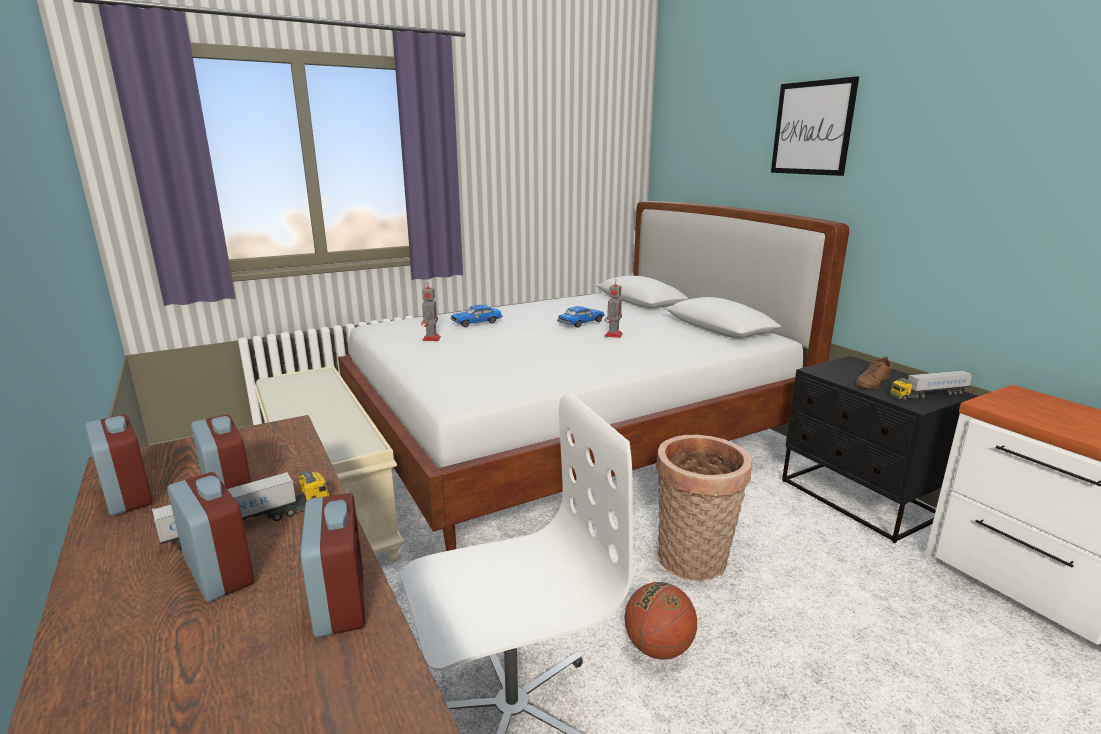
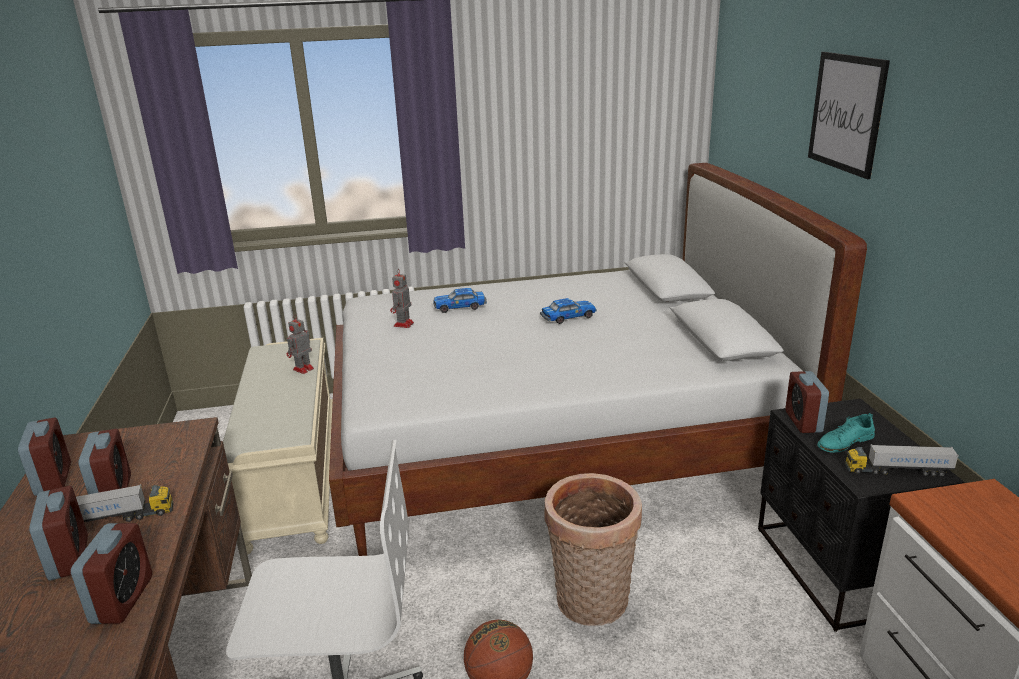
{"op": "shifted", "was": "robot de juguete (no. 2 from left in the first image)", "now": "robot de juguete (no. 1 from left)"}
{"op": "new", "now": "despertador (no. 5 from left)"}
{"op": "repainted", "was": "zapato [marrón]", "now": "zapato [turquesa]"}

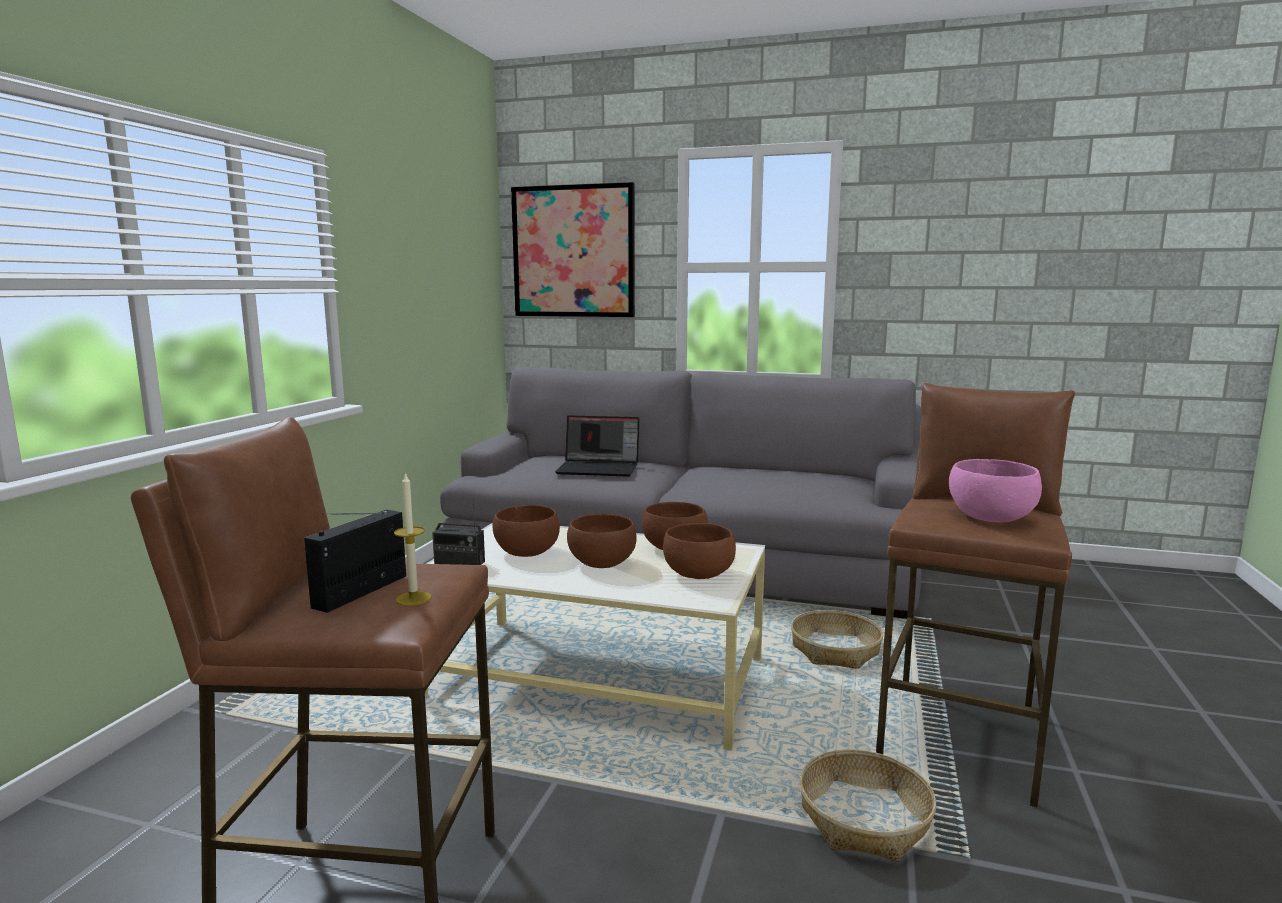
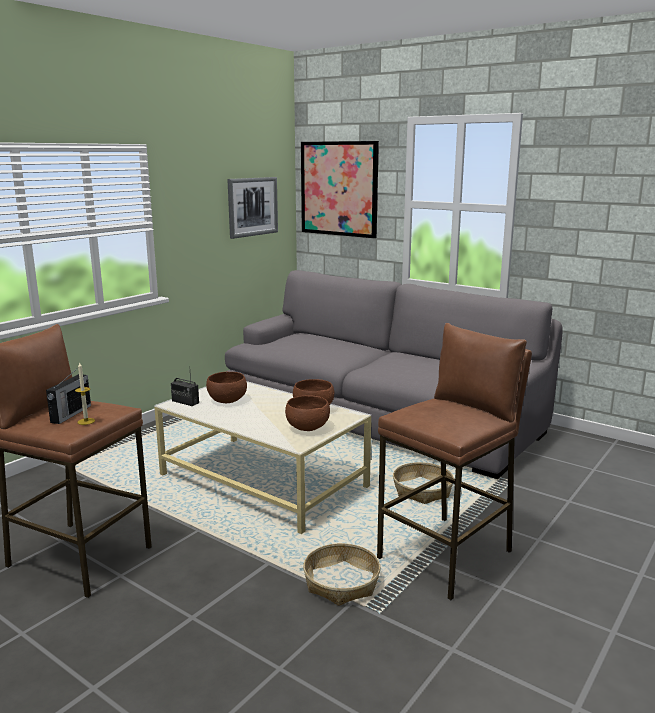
{"op": "rotated", "was": "radio (no. 1 from left)", "clockwise": 150}
{"op": "new", "now": "cuadro (no. 1 from left)"}
{"op": "gone", "was": "portátil"}
{"op": "gone", "was": "cuenco [marrón] (no. 2 from left)"}
{"op": "gone", "was": "cuenco [rosa]"}

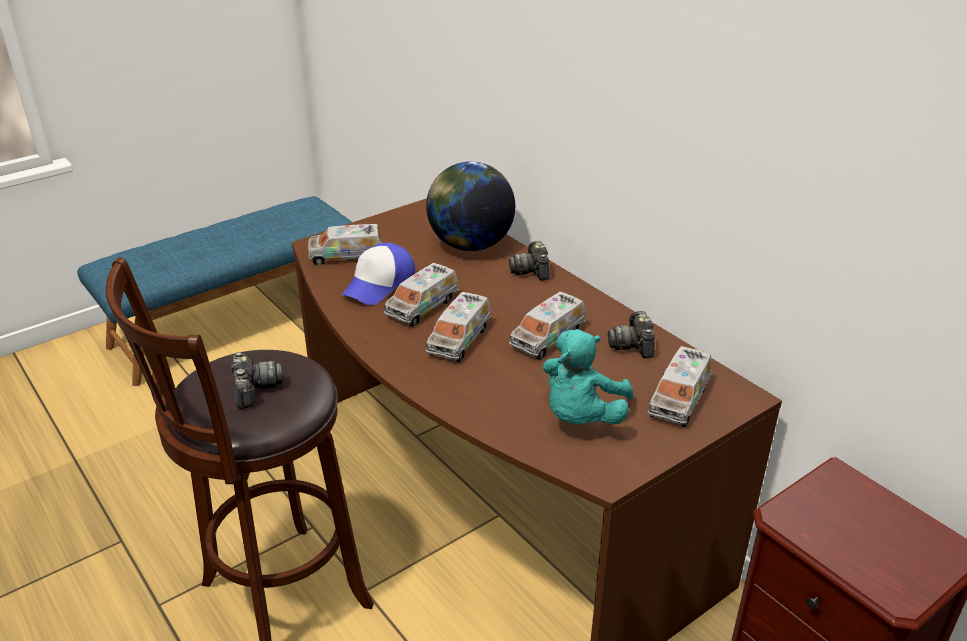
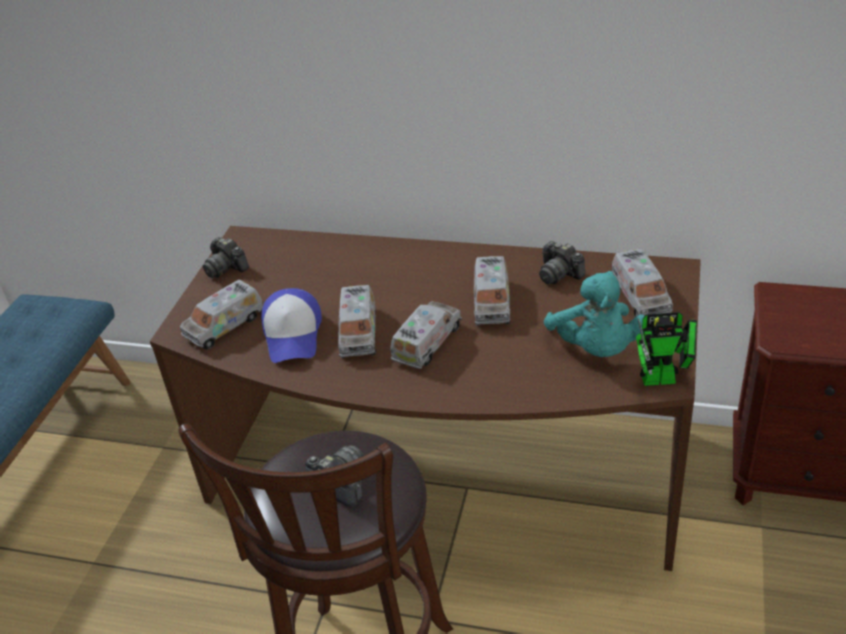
{"op": "shifted", "was": "cámara (no. 2 from left in the first image)", "now": "cámara (no. 1 from left)"}
{"op": "rotated", "was": "camión de juguete (no. 3 from left)", "clockwise": -135}
{"op": "new", "now": "robot de juguete"}
{"op": "gone", "was": "globo terráqueo"}

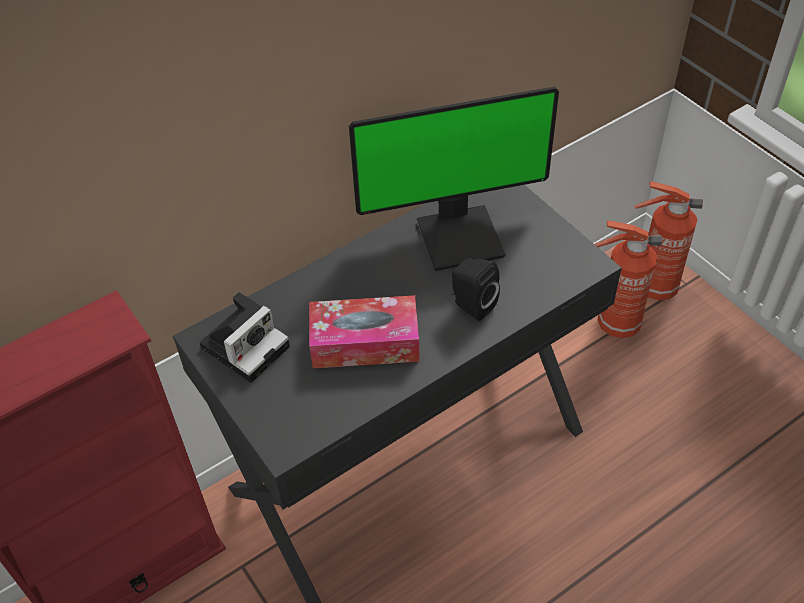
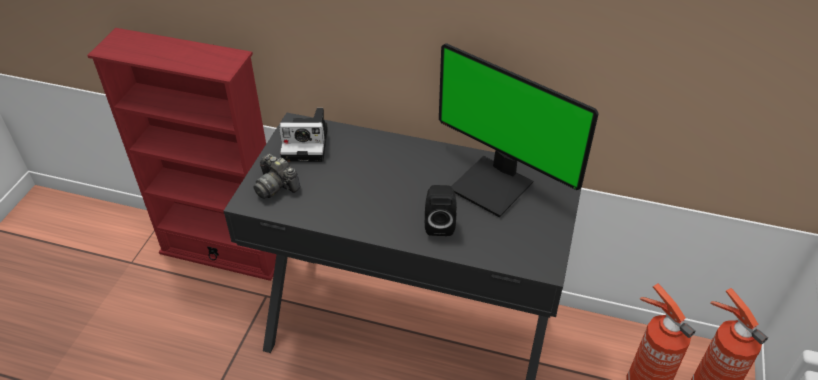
{"op": "new", "now": "cámara (no. 1 from left)"}
{"op": "gone", "was": "caja de pañuelos"}

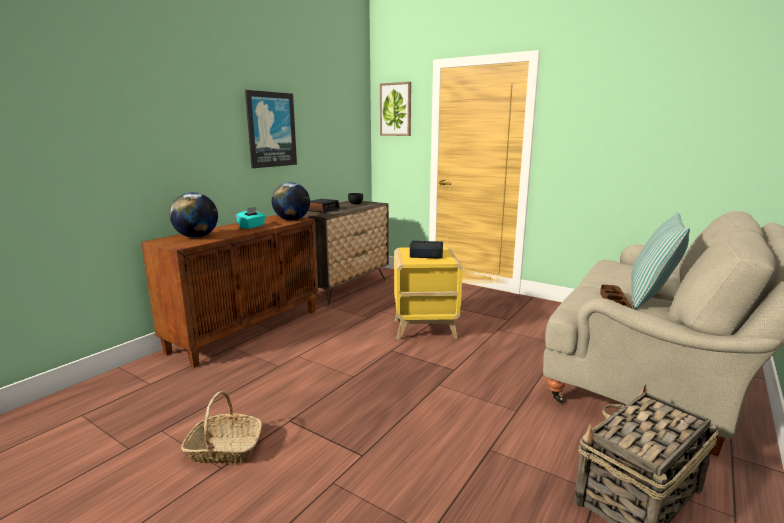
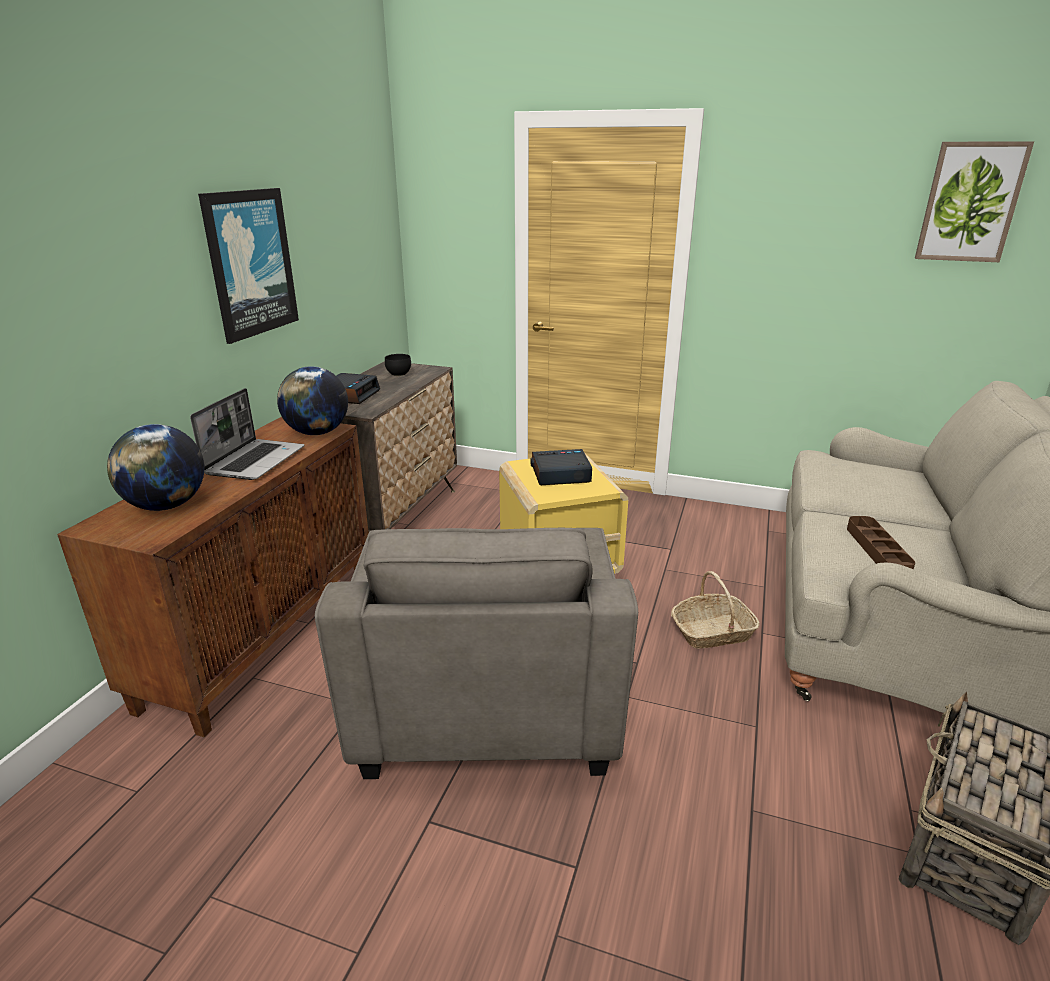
{"op": "swapped", "was": "caja de pañuelos [turquesa]", "now": "portátil"}
{"op": "new", "now": "sillón [gris]"}
{"op": "shifted", "was": "cesta (no. 1 from left)"}
{"op": "shifted", "was": "cuadro (no. 2 from left)"}
{"op": "gone", "was": "cojín"}

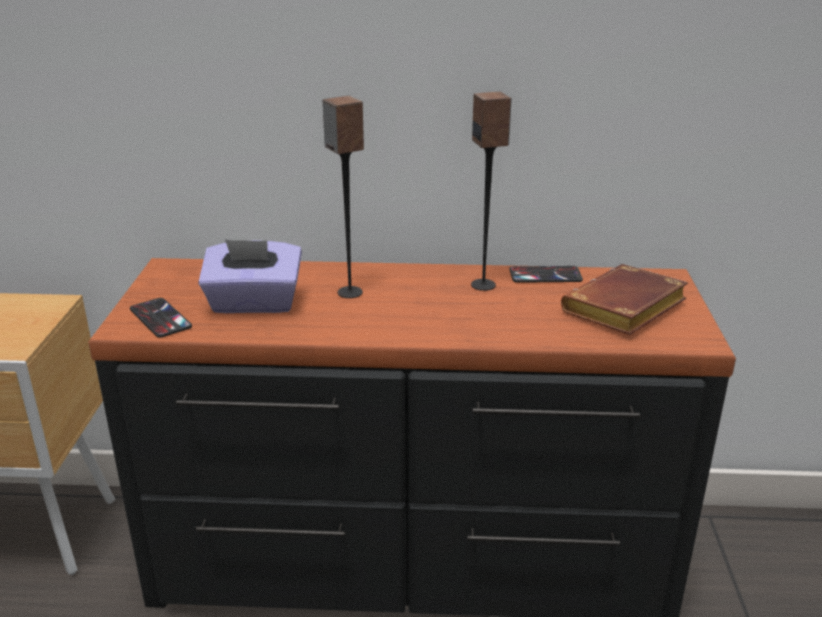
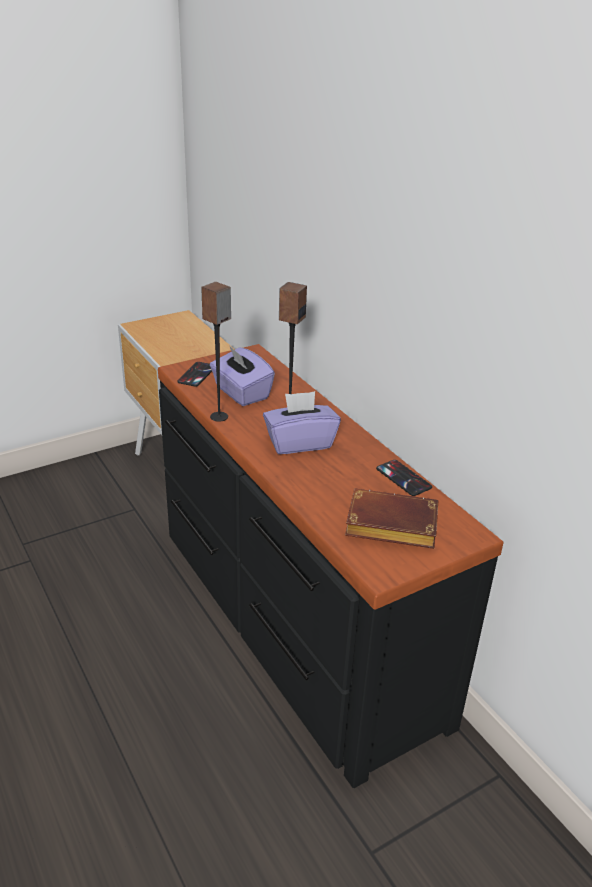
{"op": "shifted", "was": "altavoz (no. 2 from left in the first image)", "now": "altavoz (no. 1 from left)"}
{"op": "new", "now": "caja de pañuelos [morado] (no. 2 from left)"}

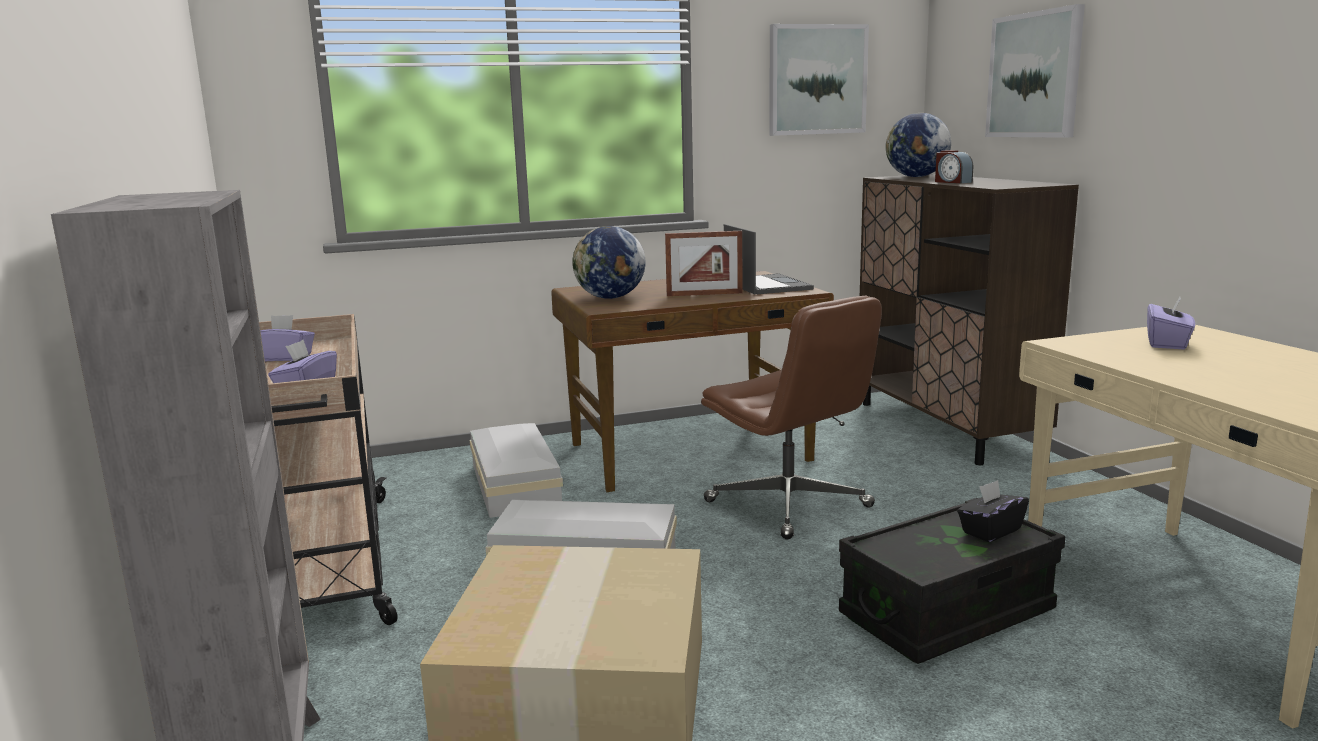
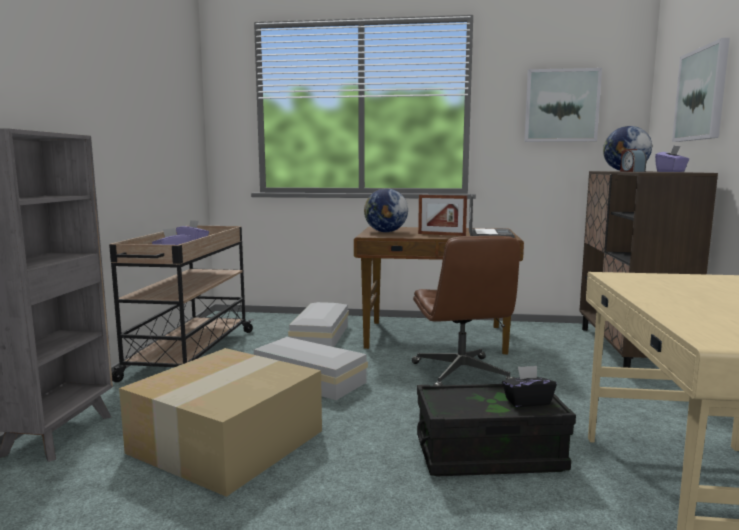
{"op": "shifted", "was": "caja de pañuelos [morado] (no. 3 from left)"}

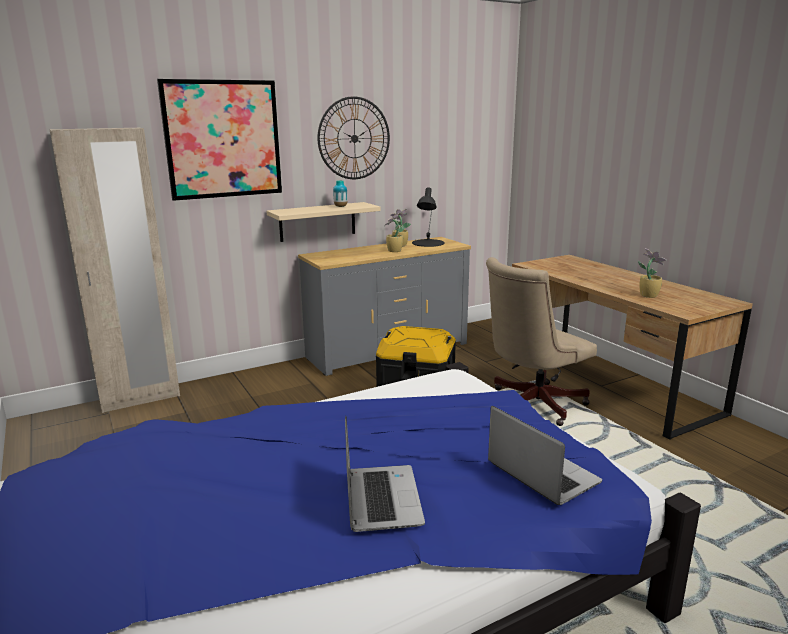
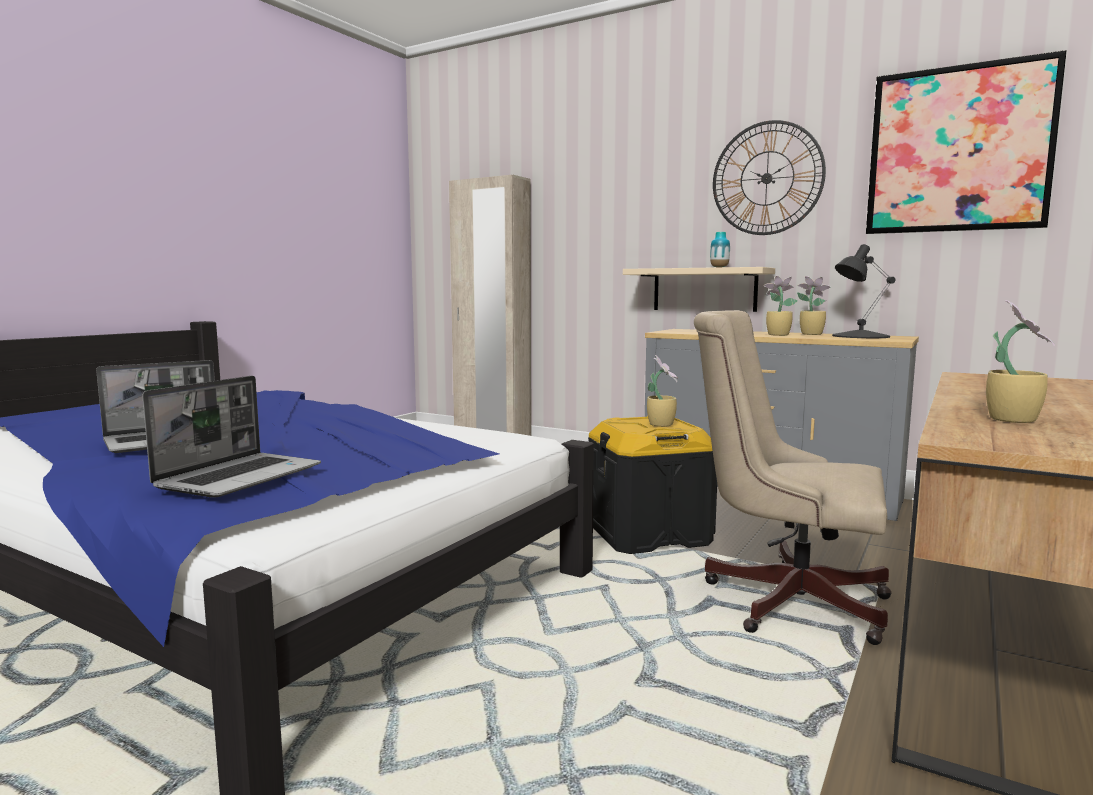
{"op": "new", "now": "planta en maceta (no. 1 from left)"}
{"op": "shifted", "was": "cuadro"}

